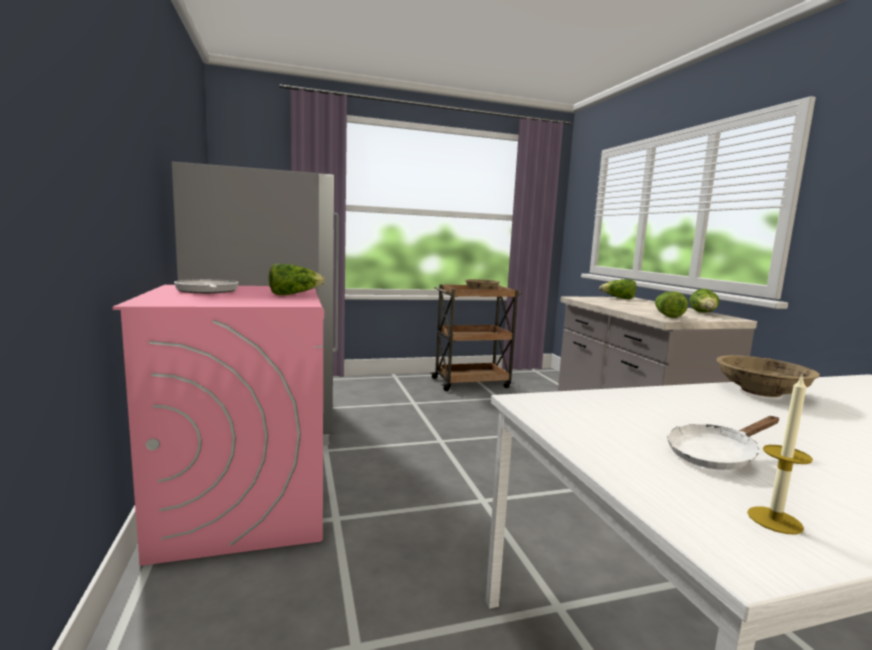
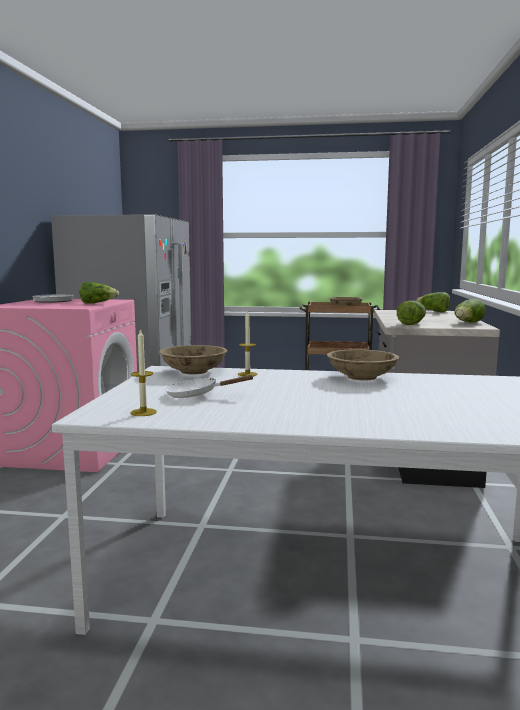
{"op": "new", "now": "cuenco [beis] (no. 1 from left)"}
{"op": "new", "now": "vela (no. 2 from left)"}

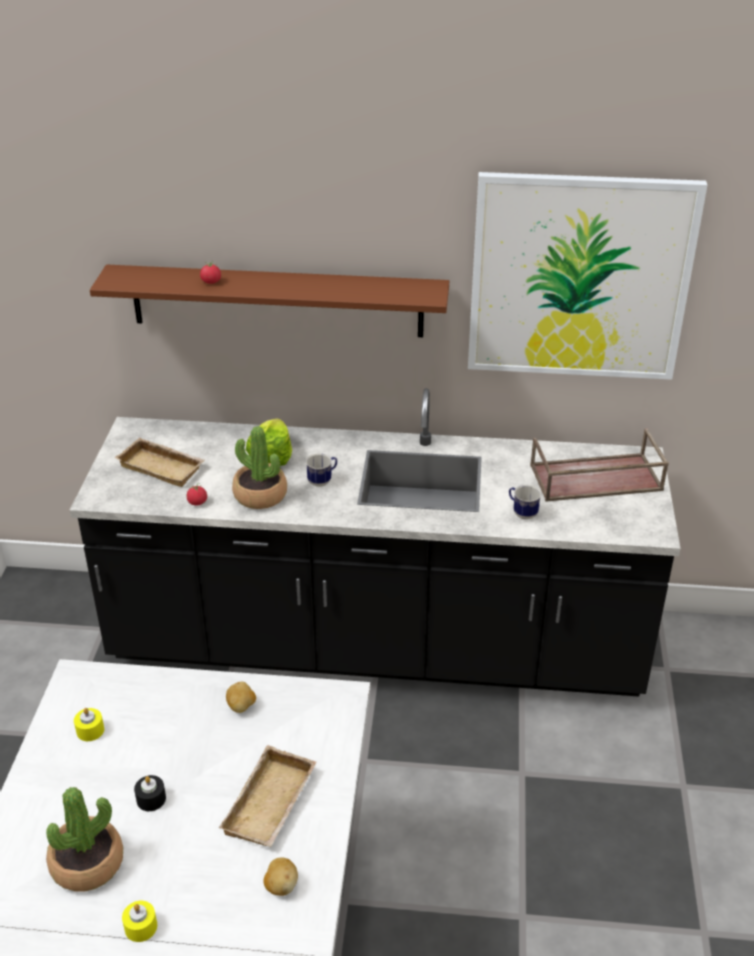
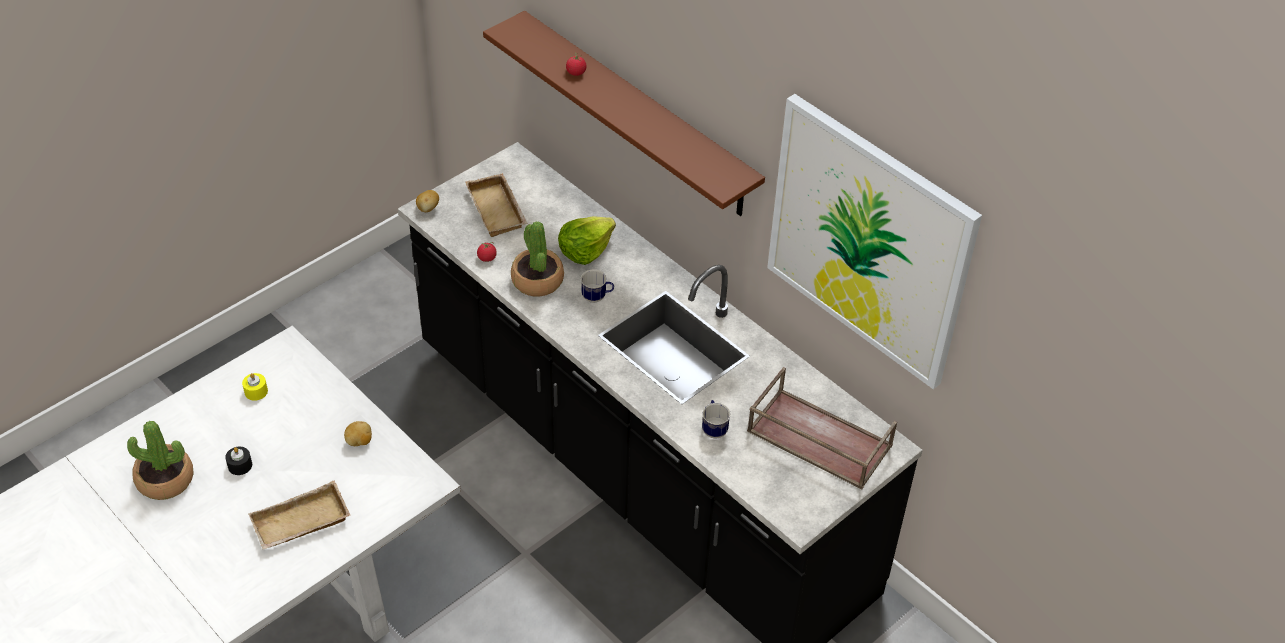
{"op": "shifted", "was": "patata (no. 2 from left)"}
{"op": "gone", "was": "vela [amarillo] (no. 2 from left)"}

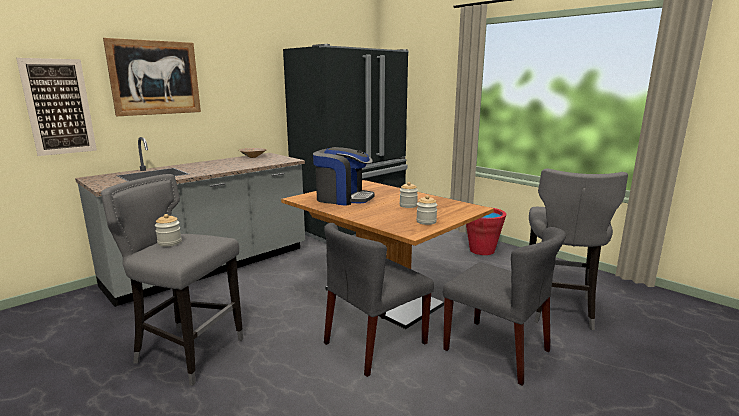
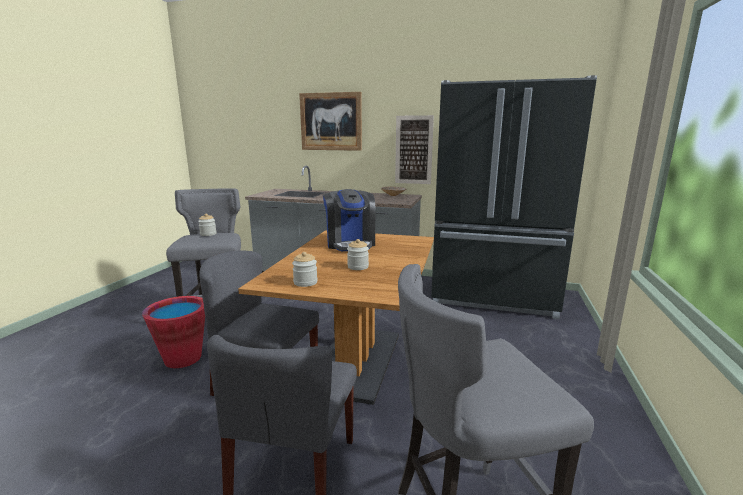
{"op": "shifted", "was": "cubo [rojo]"}
{"op": "shifted", "was": "cuadro (no. 1 from left in the first image)", "now": "cuadro (no. 2 from left)"}

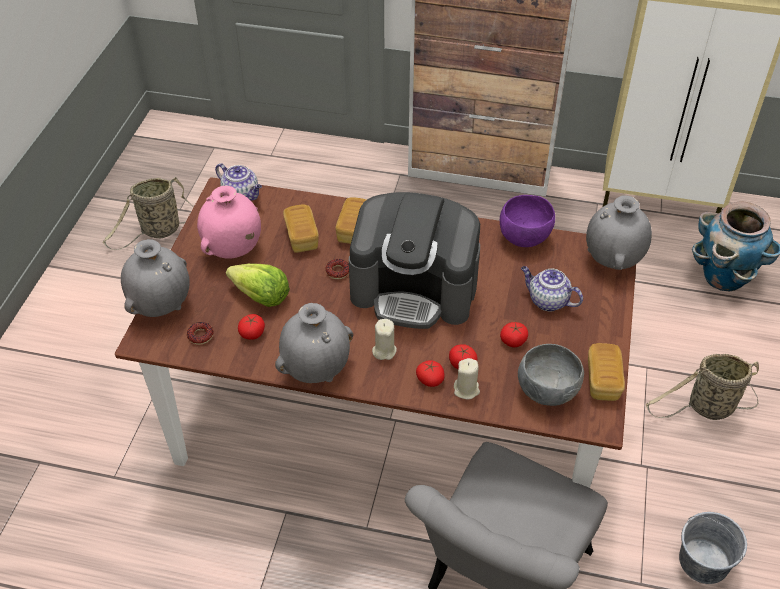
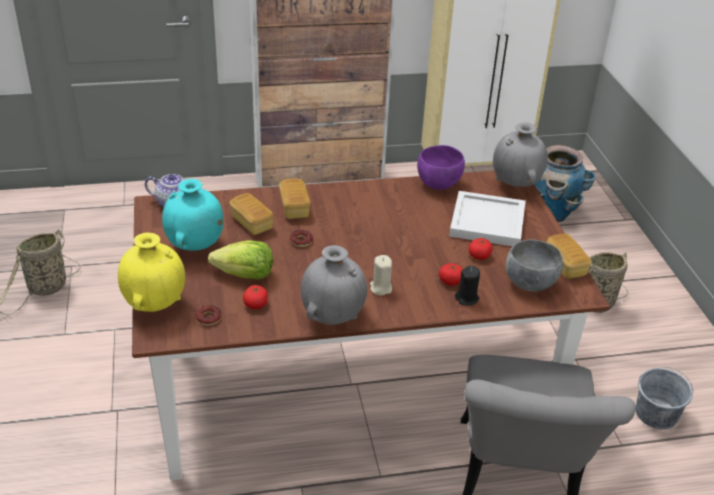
{"op": "repainted", "was": "florero [gris] (no. 1 from left)", "now": "florero [amarillo]"}
{"op": "repainted", "was": "florero [rosa]", "now": "florero [turquesa]"}
{"op": "swapped", "was": "tetera (no. 2 from left)", "now": "bandeja [blanco]"}
{"op": "repainted", "was": "vela [beis] (no. 2 from left)", "now": "vela [negro]"}
{"op": "gone", "was": "cafetera"}
{"op": "gone", "was": "tomate (no. 2 from left)"}

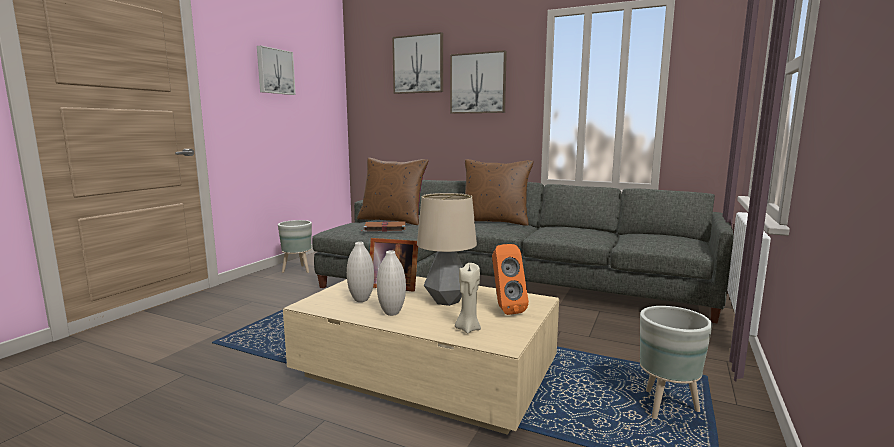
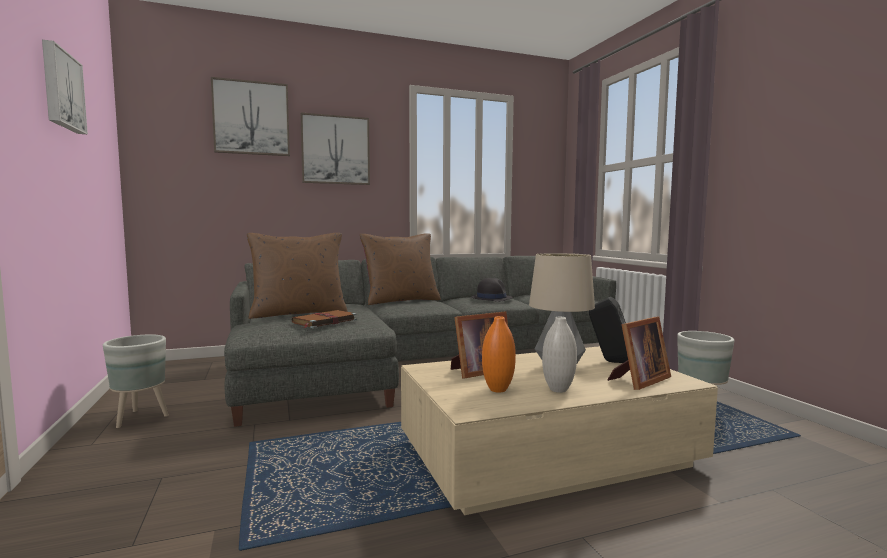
{"op": "new", "now": "sombrero [negro]"}
{"op": "repainted", "was": "florero [blanco] (no. 1 from left)", "now": "florero [naranja]"}
{"op": "repainted", "was": "altavoz [naranja]", "now": "altavoz [negro]"}
{"op": "swapped", "was": "vela [beis]", "now": "portarretratos (no. 2 from left)"}

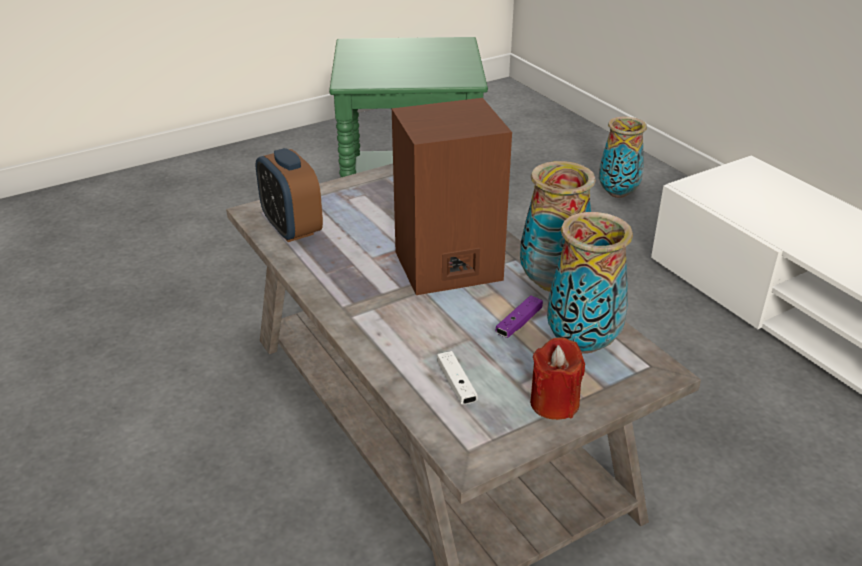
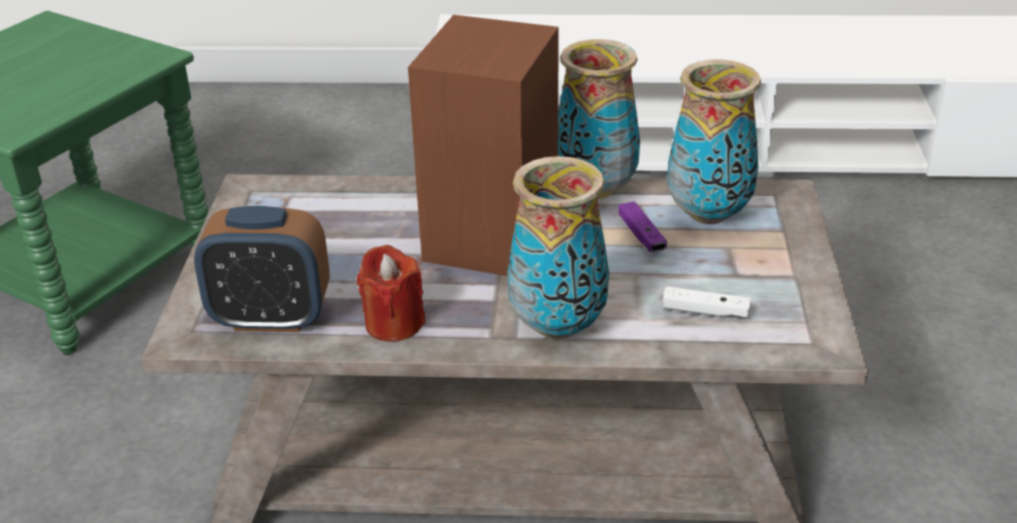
{"op": "shifted", "was": "vela [rojo]"}
{"op": "shifted", "was": "florero (no. 3 from left in the first image)", "now": "florero (no. 1 from left)"}

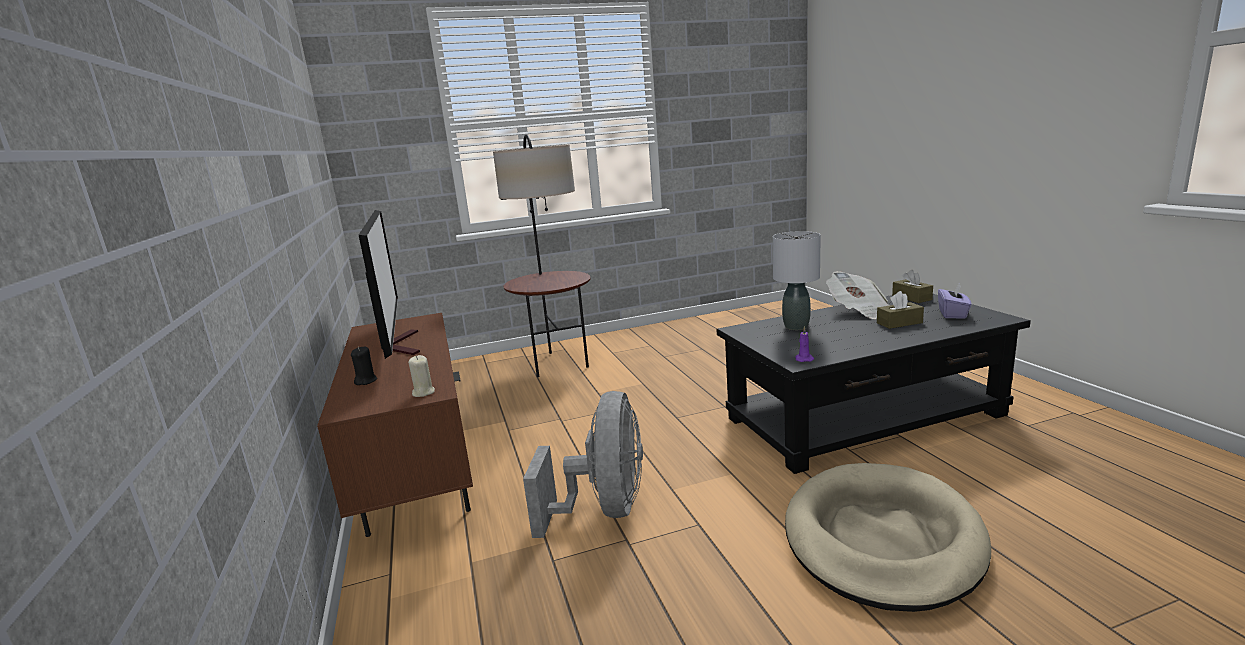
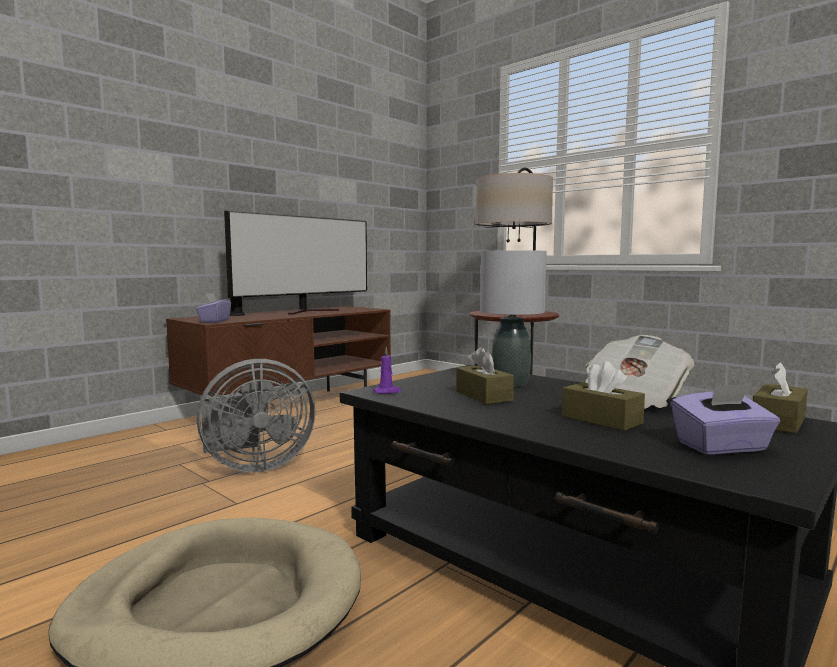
{"op": "swapped", "was": "vela [beis]", "now": "caja de pañuelos [morado] (no. 1 from left)"}
{"op": "new", "now": "caja de pañuelos [marrón] (no. 1 from left)"}

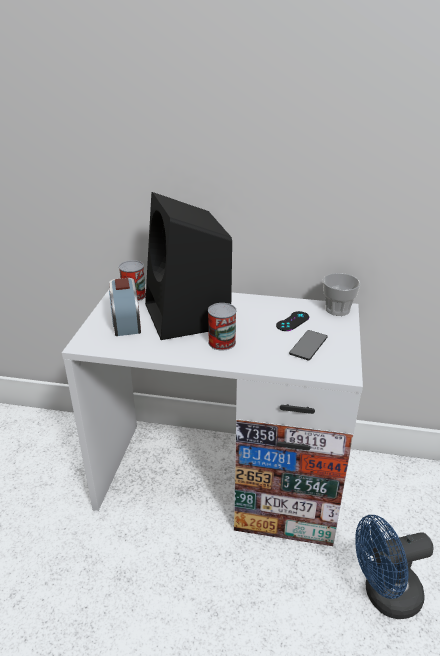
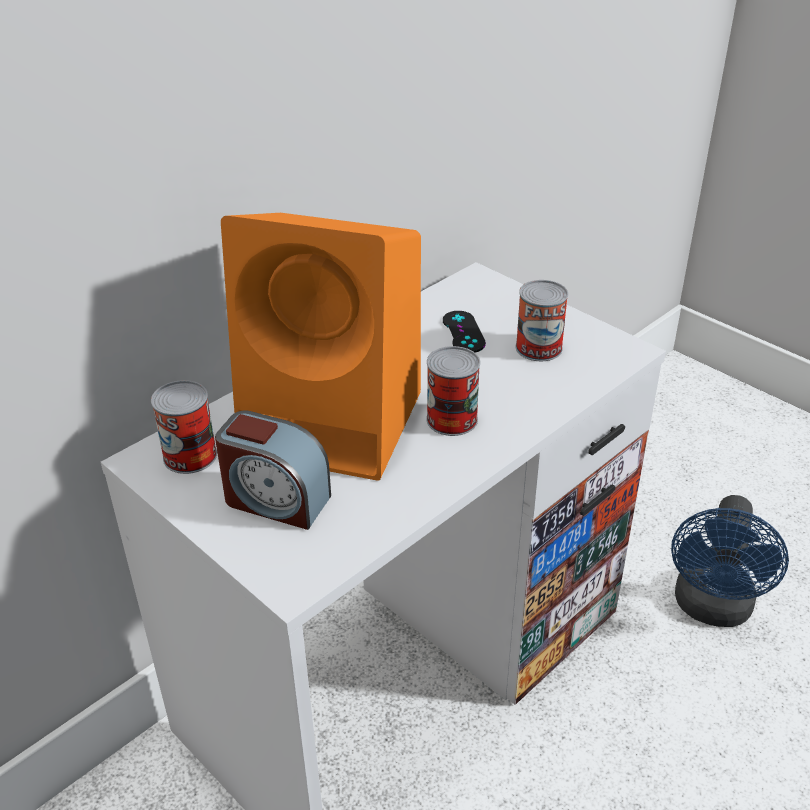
{"op": "repainted", "was": "altavoz [negro]", "now": "altavoz [naranja]"}
{"op": "swapped", "was": "móvil", "now": "lata (no. 3 from left)"}
{"op": "gone", "was": "taza"}

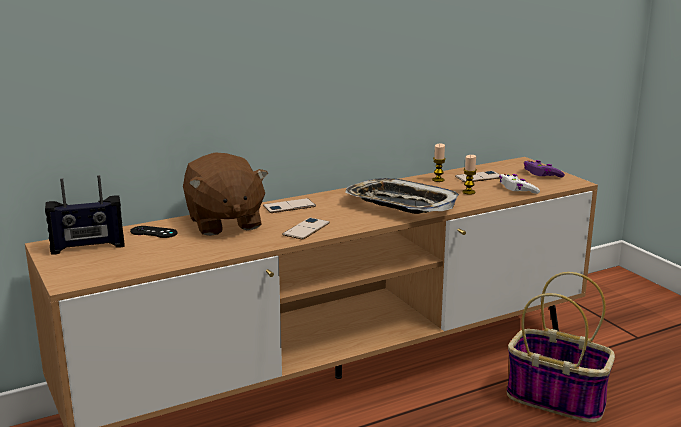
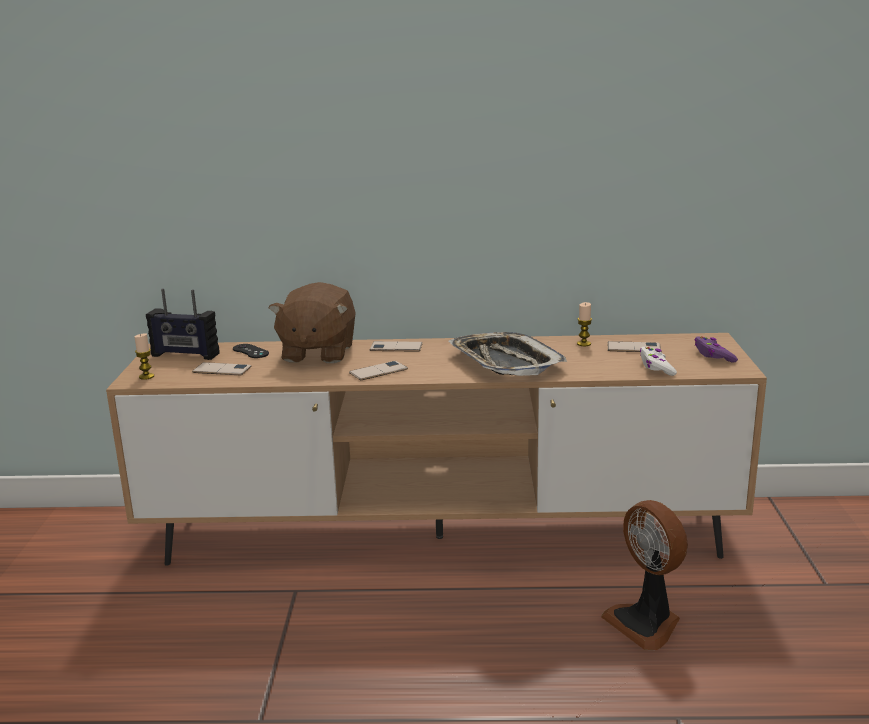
{"op": "shifted", "was": "vela (no. 2 from left in the first image)", "now": "vela (no. 1 from left)"}
{"op": "new", "now": "móvil (no. 1 from left)"}
{"op": "swapped", "was": "cesta", "now": "ventilador"}

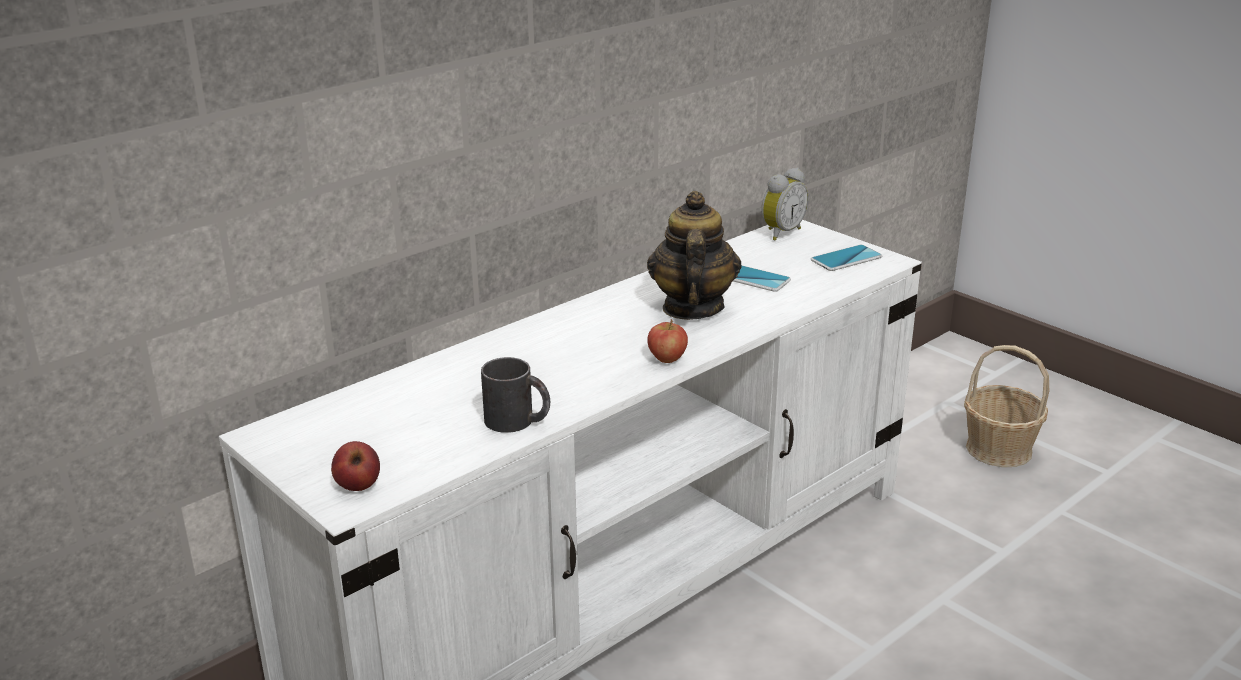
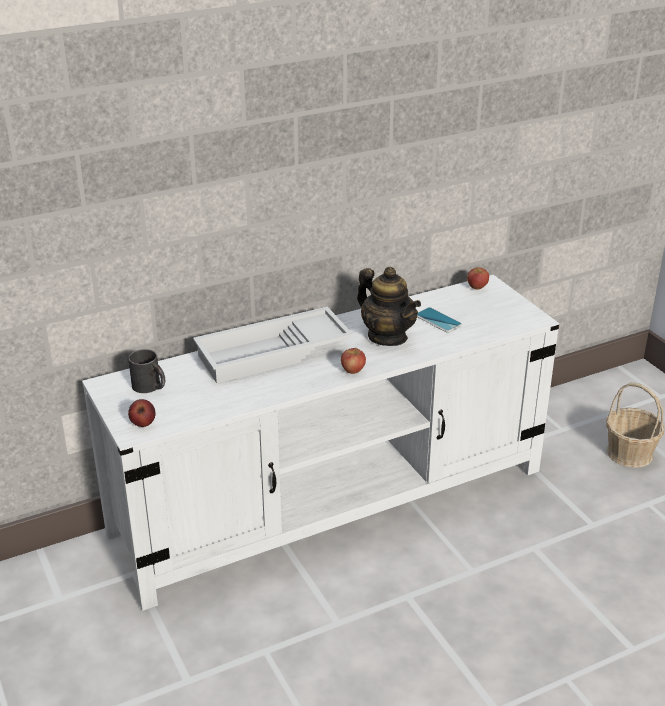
{"op": "shifted", "was": "taza grande [negro]"}
{"op": "new", "now": "bandeja [blanco]"}
{"op": "rotated", "was": "tetera", "clockwise": 120}
{"op": "swapped", "was": "despertador", "now": "manzana (no. 3 from left)"}
{"op": "gone", "was": "móvil (no. 2 from left)"}

